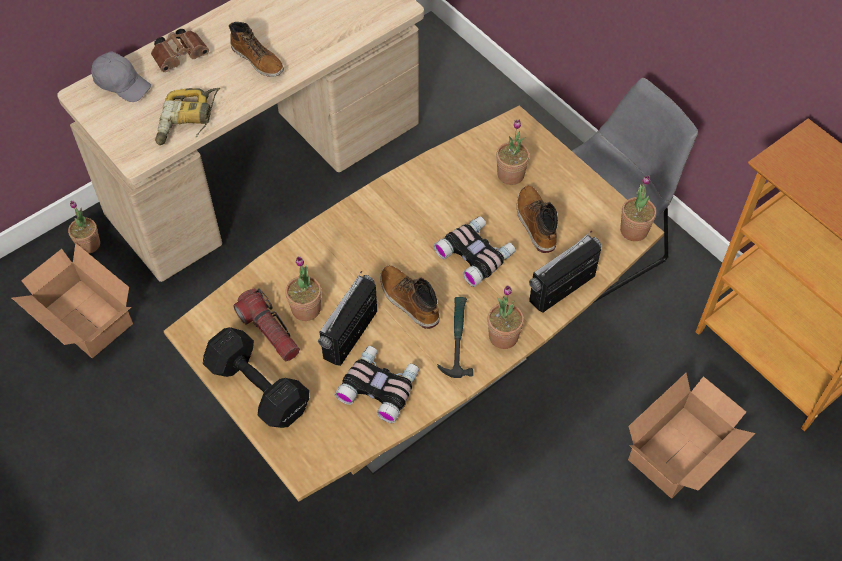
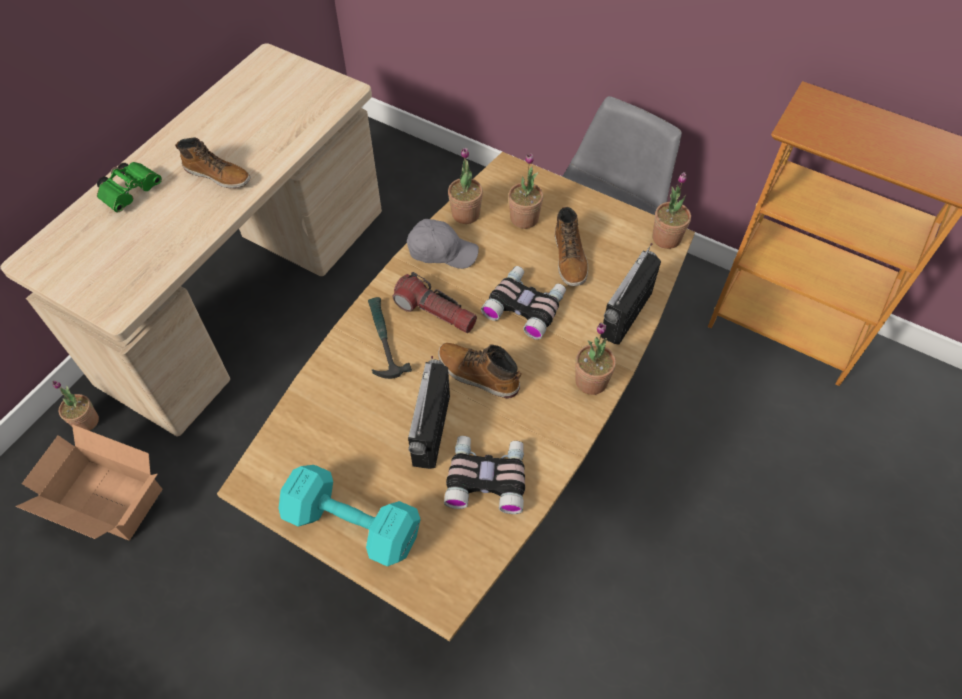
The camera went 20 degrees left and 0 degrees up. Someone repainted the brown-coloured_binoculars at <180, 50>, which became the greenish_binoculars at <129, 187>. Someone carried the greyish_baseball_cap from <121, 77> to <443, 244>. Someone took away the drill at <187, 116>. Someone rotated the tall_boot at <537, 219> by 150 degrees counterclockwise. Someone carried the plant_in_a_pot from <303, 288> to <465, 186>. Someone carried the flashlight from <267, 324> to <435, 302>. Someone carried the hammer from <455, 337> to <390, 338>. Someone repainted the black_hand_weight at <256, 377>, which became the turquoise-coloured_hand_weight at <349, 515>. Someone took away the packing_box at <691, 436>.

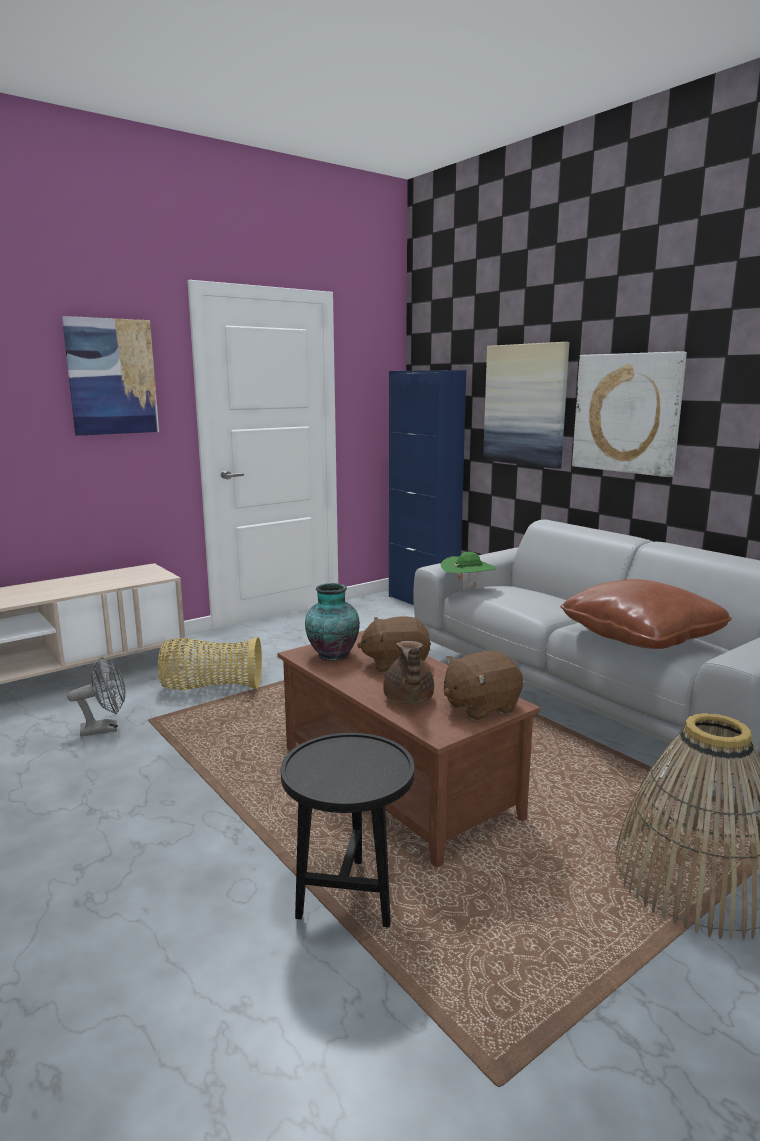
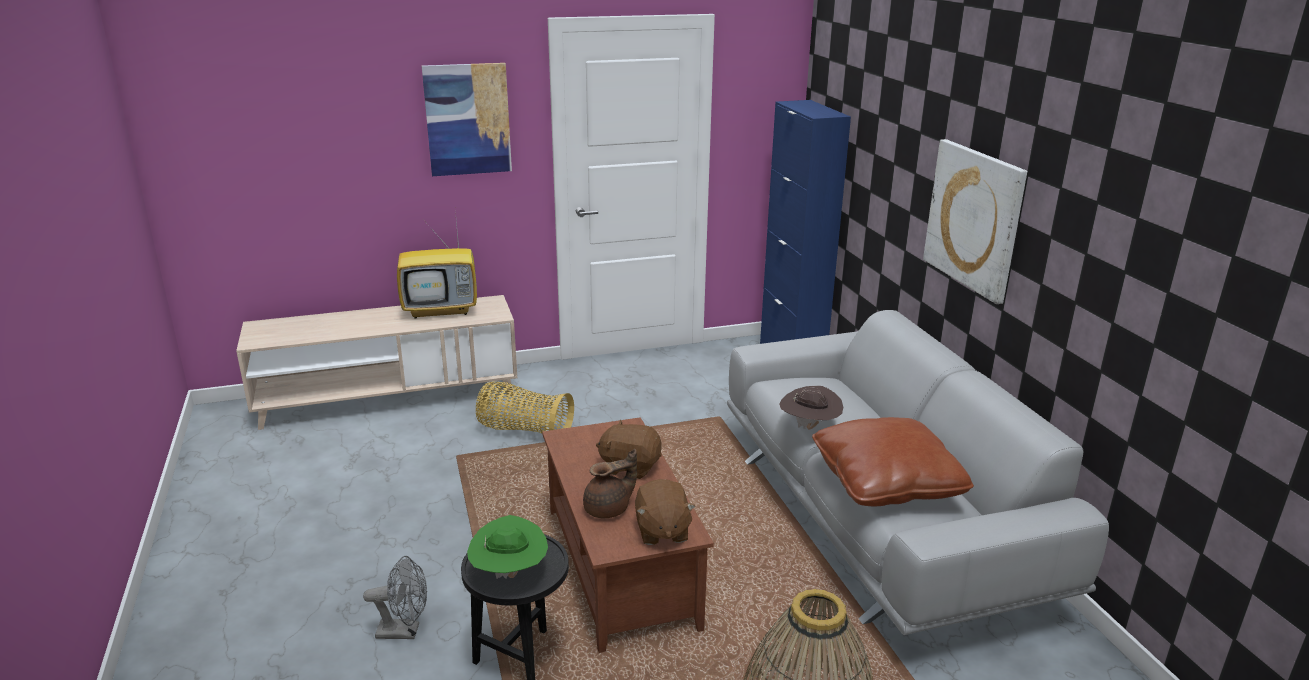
The camera went 20 degrees right and 10 degrees up. Someone took away the wall_picture at <526, 405>. Someone carried the greenish_hat from <469, 571> to <507, 547>. Someone took away the vase at <332, 622>. Someone rotated the brown-coloured_teapot at <408, 672> by 135 degrees counterclockwise. Someone rotated the brown-coloured_plush_toy at <483, 686> by 90 degrees counterclockwise. Someone carried the greyish_cooling_fan from <96, 696> to <395, 597>. Someone put down the TV_set at <437, 265>. Someone put down the brown-coloured_hat at <811, 408>.

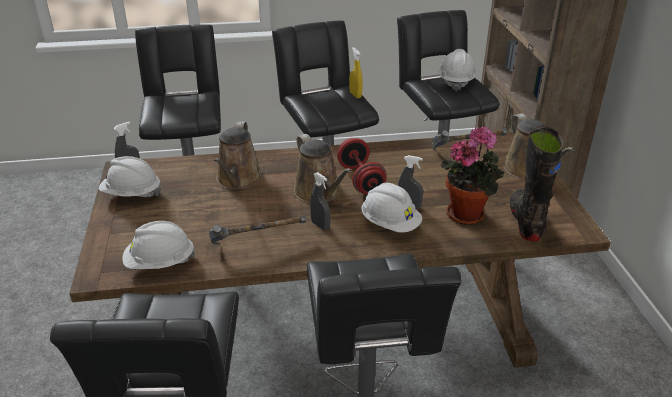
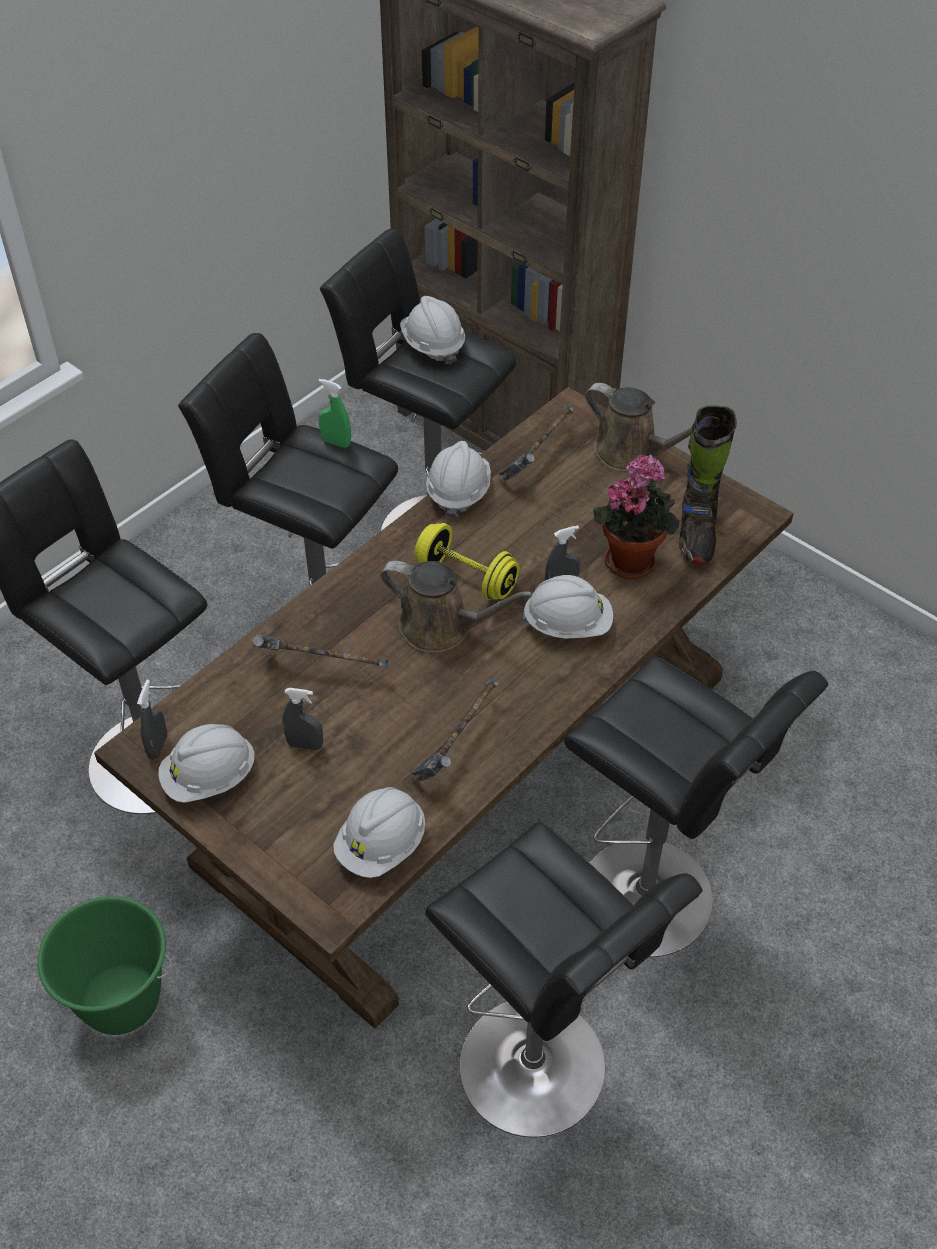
The camera went 40 degrees left and 15 degrees up. Someone repainted the yellow-coloured_hand_sprayer at <355, 72>, which became the greenish_hand_sprayer at <334, 413>. Someone swapped the brown-coloured_sprinkling_can at <238, 156> for the hammer at <321, 651>. Someone rotated the black_tall_boot at <537, 184> by 135 degrees counterclockwise. Someone repainted the red-coloured_hand_weight at <362, 166>, which became the yellow-coloured_hand_weight at <467, 561>. Someone carried the greyish_hand_sprayer from <320, 201> to <302, 719>. Someone put down the whitish_safety_helmet at <458, 479>. Someone put down the greenish_bucket at <105, 965>.

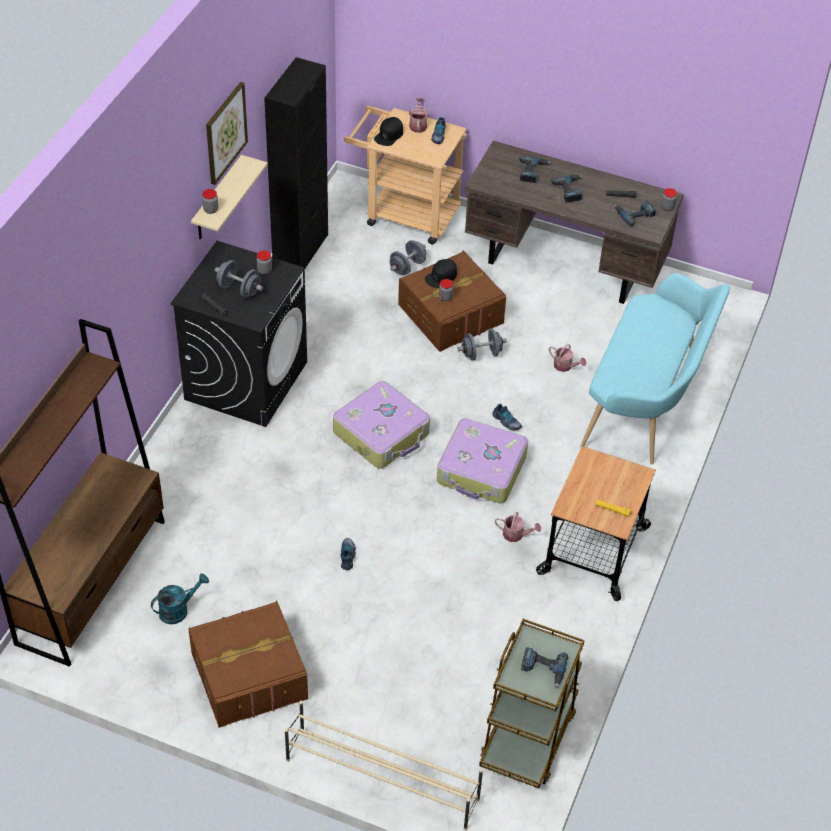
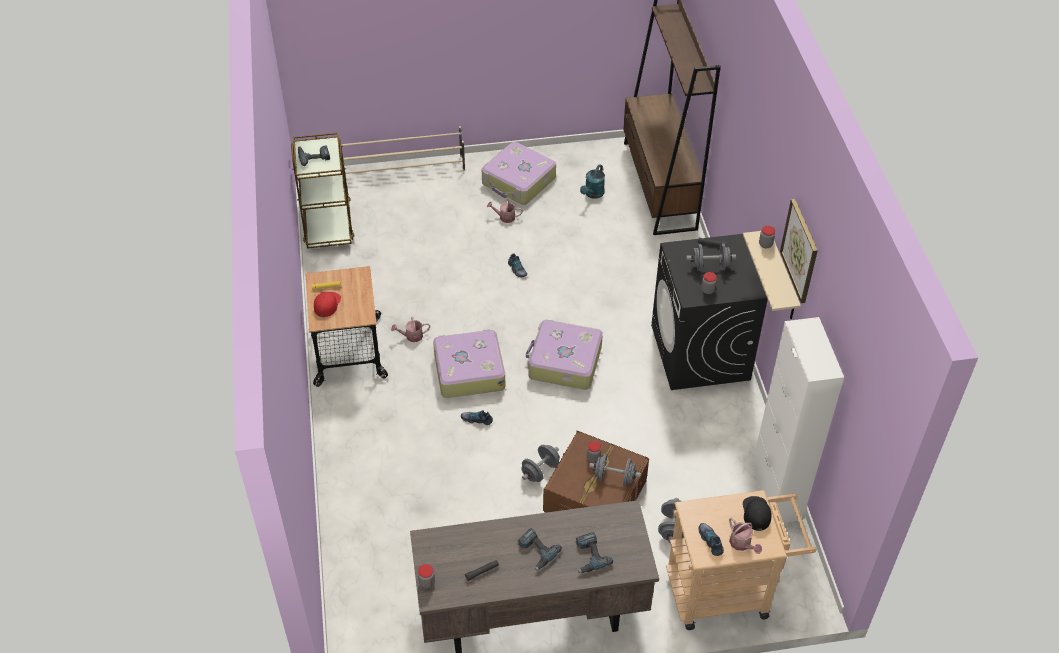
The camera went 150 degrees right and 0 degrees up. Someone repainted the black_storage_cabinet at <296, 163>, which became the whitish_storage_cabinet at <798, 420>. Someone took away the drill at <635, 213>. Someone swapped the black_baseball_cap at <441, 273> for the greyish_hand_weight at <615, 470>. Someone took away the turquoise-coloured_long_seat at <655, 369>. Someone carried the sprinkling_can from <567, 358> to <505, 211>. Someone swapped the brown-coloured_storage_box at <248, 664> for the suitcase at <519, 173>. Someone put down the red-coloured_baseball_cap at <327, 304>.

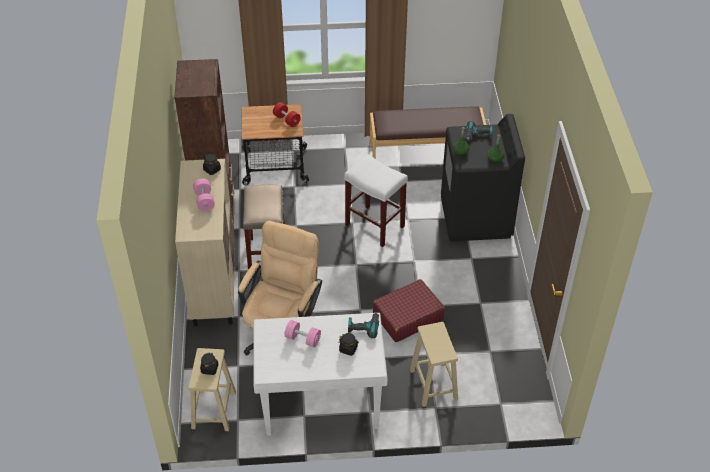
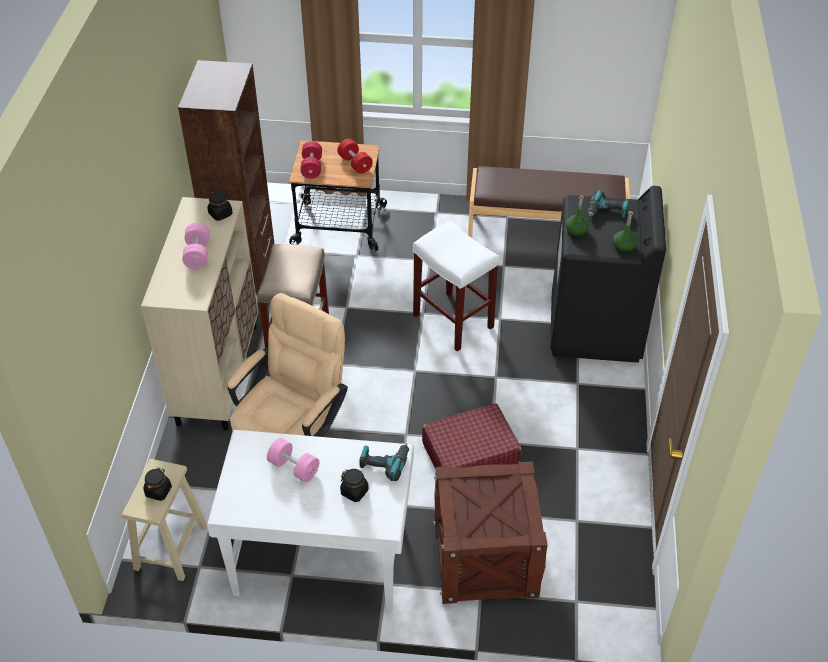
The camera went 10 degrees right and 0 degrees up. Someone swapped the sand-coloured_sitting_stool at <434, 364> for the shipping_crate at <490, 532>. Someone put down the red-coloured_hand_weight at <311, 160>.

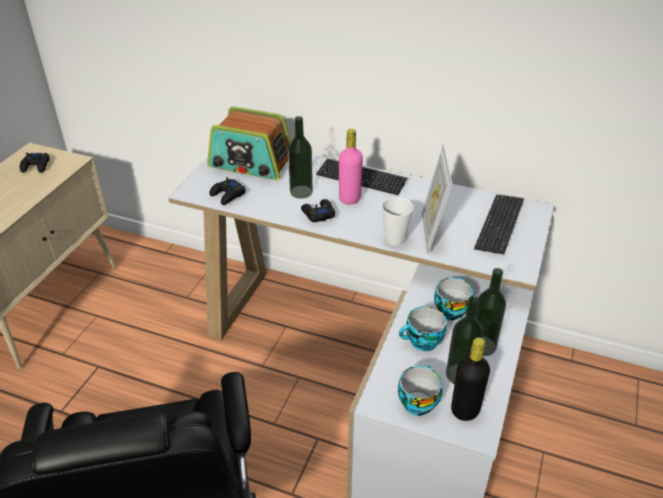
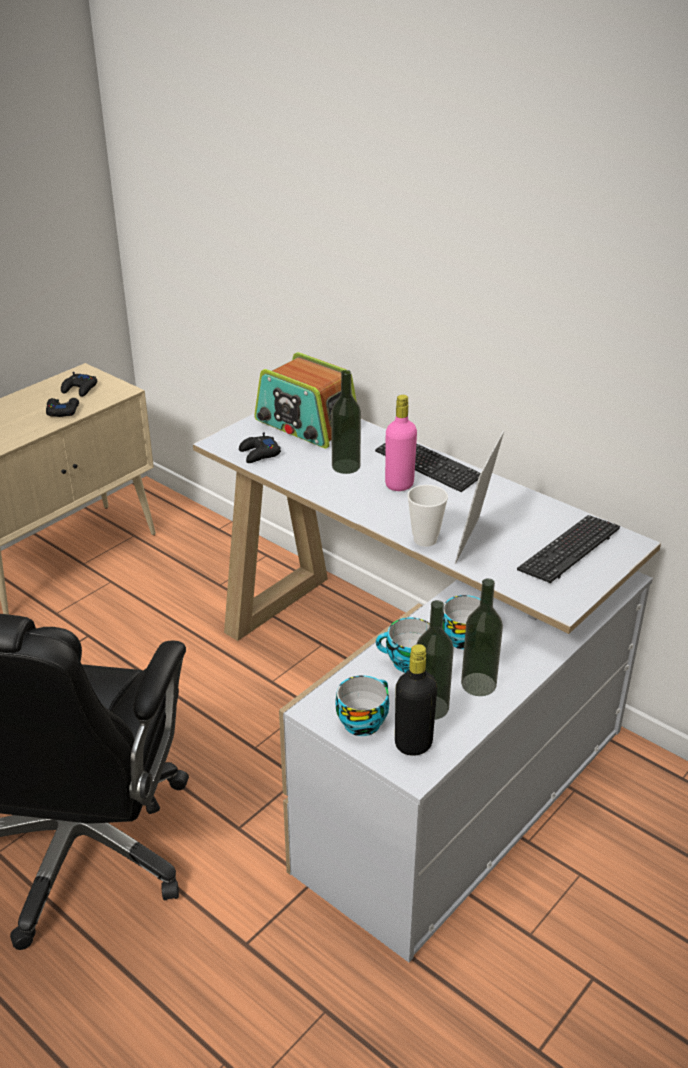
The camera went 20 degrees right and 5 degrees down. Someone carried the black_joypad from <318, 210> to <62, 407>.

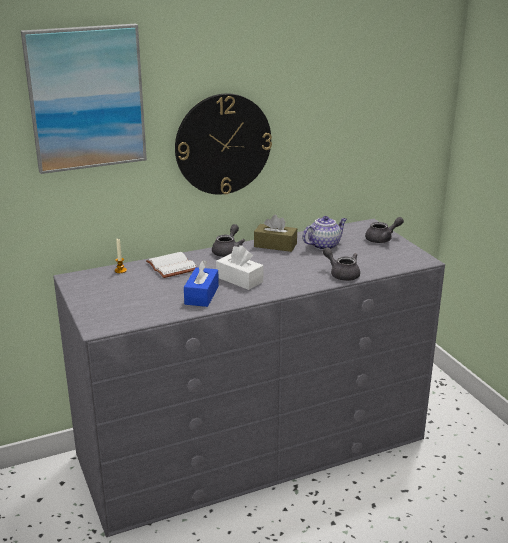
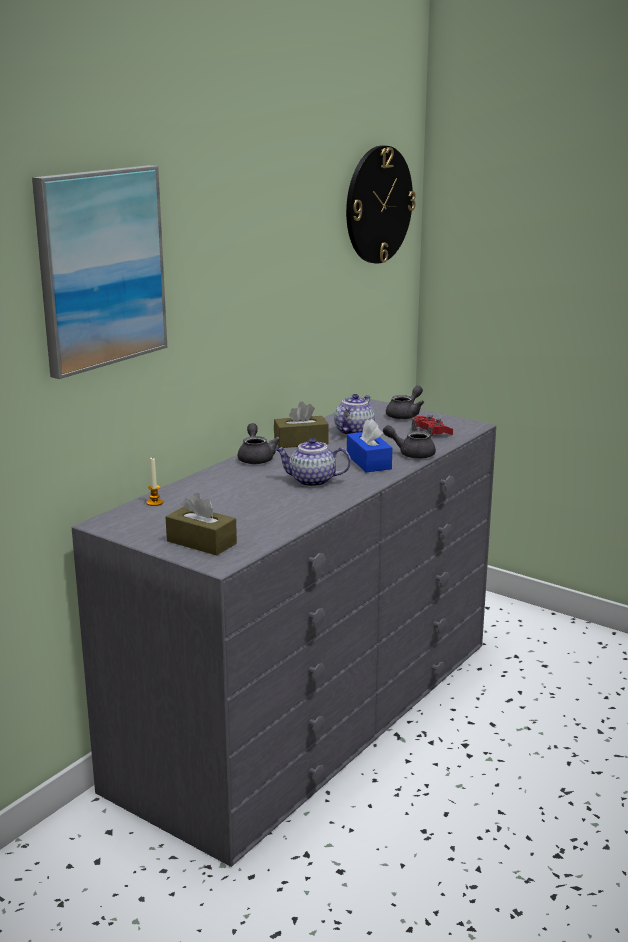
The camera went 30 degrees left and 5 degrees down. Someone carried the clock_on_the_wall from <223, 144> to <381, 205>. Someone swapped the whitish_box_of_tissues at <239, 267> for the teapot at <313, 462>. Someone took away the whitish_volume at <172, 265>. Someone carried the blue-coloured_box_of_tissues from <201, 283> to <369, 445>. Someone put down the red-coloured_joypad at <432, 426>. Someone put down the brown-coloured_box_of_tissues at <201, 524>.

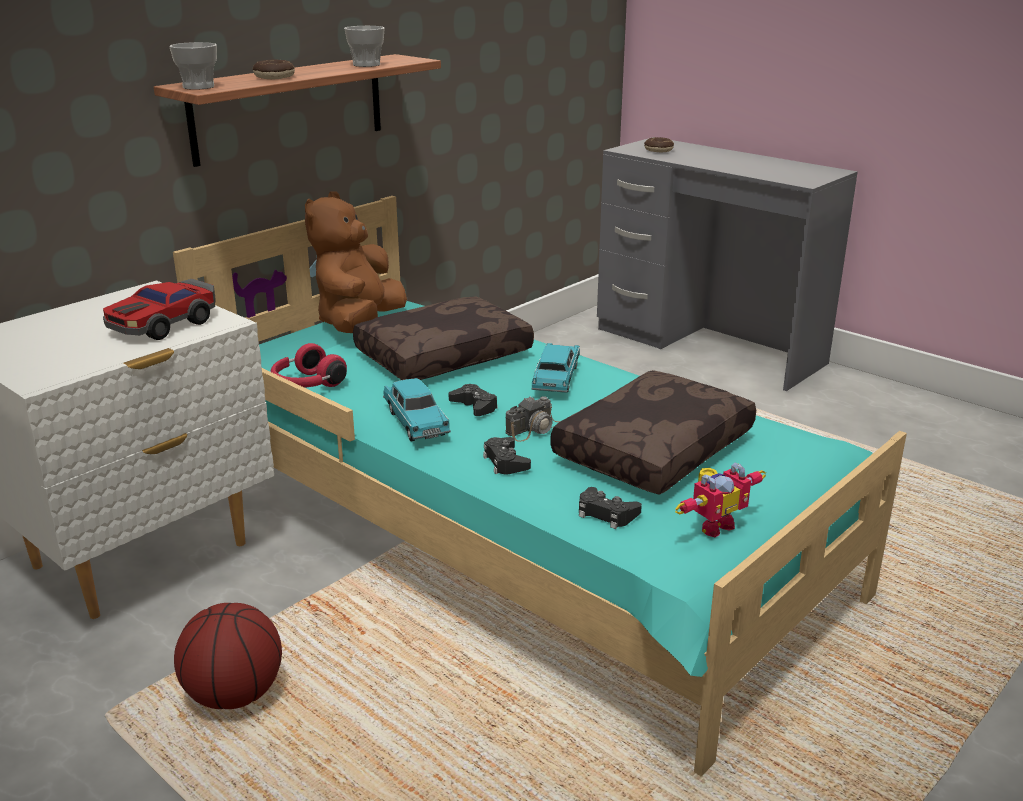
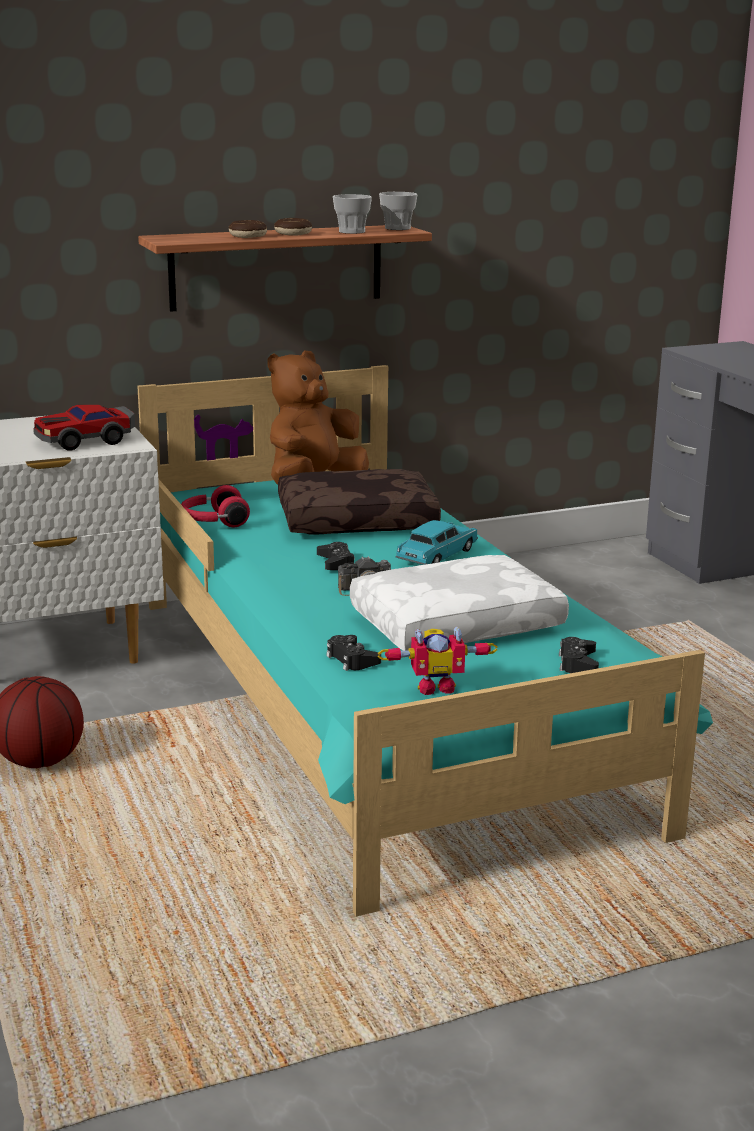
The camera went 25 degrees right and 5 degrees down. Someone carried the small_cup from <193, 66> to <398, 211>. Someone carried the doughnut from <659, 144> to <293, 227>. Someone repainted the brown-coloured_pillow at <653, 432>, which became the whitish_pillow at <459, 603>. Someone took away the turquoise-coloured_toy_car at <417, 409>. Someone carried the black_joypad from <507, 455> to <579, 655>.

